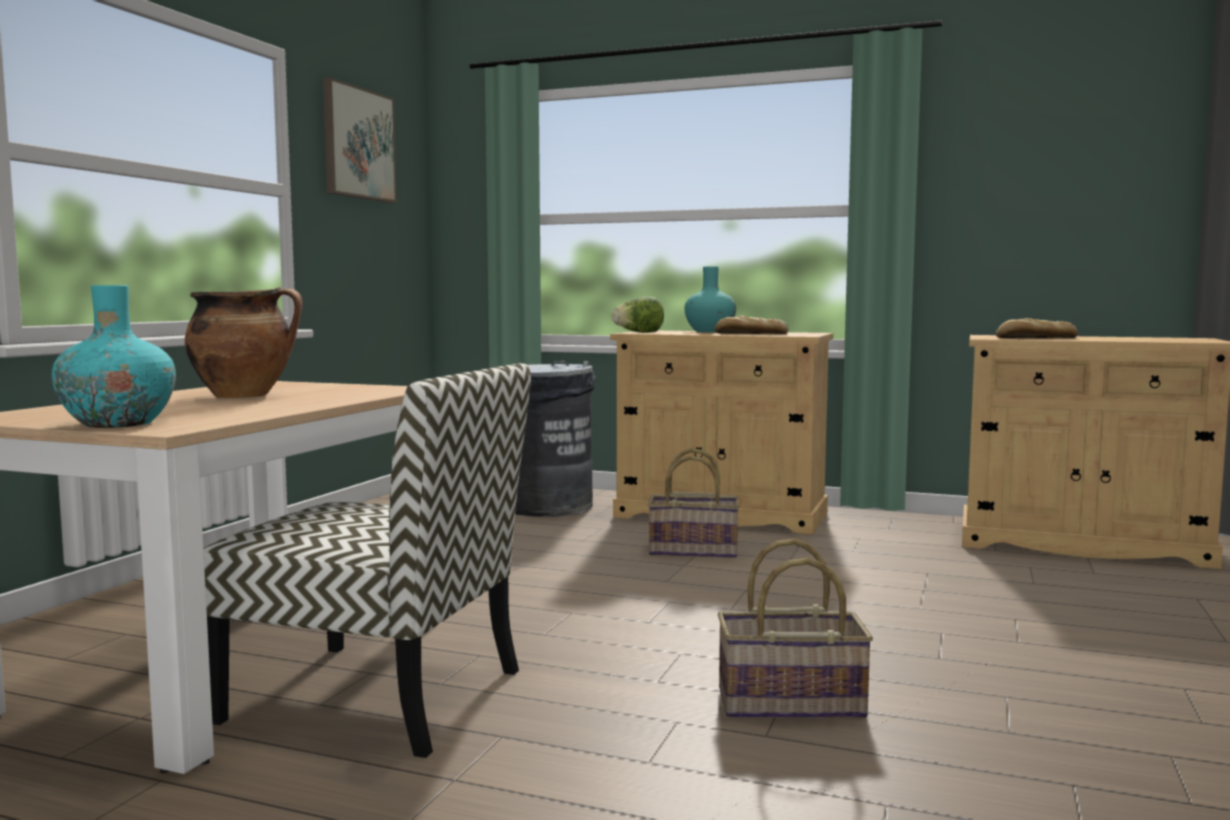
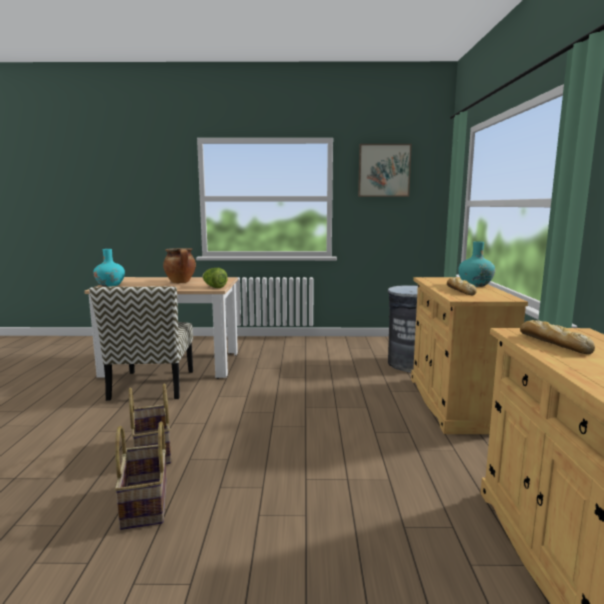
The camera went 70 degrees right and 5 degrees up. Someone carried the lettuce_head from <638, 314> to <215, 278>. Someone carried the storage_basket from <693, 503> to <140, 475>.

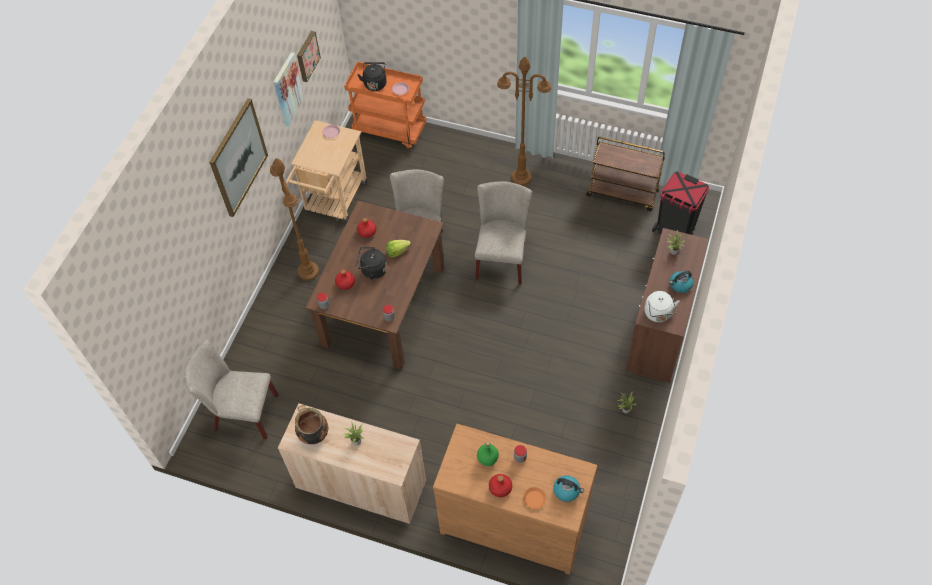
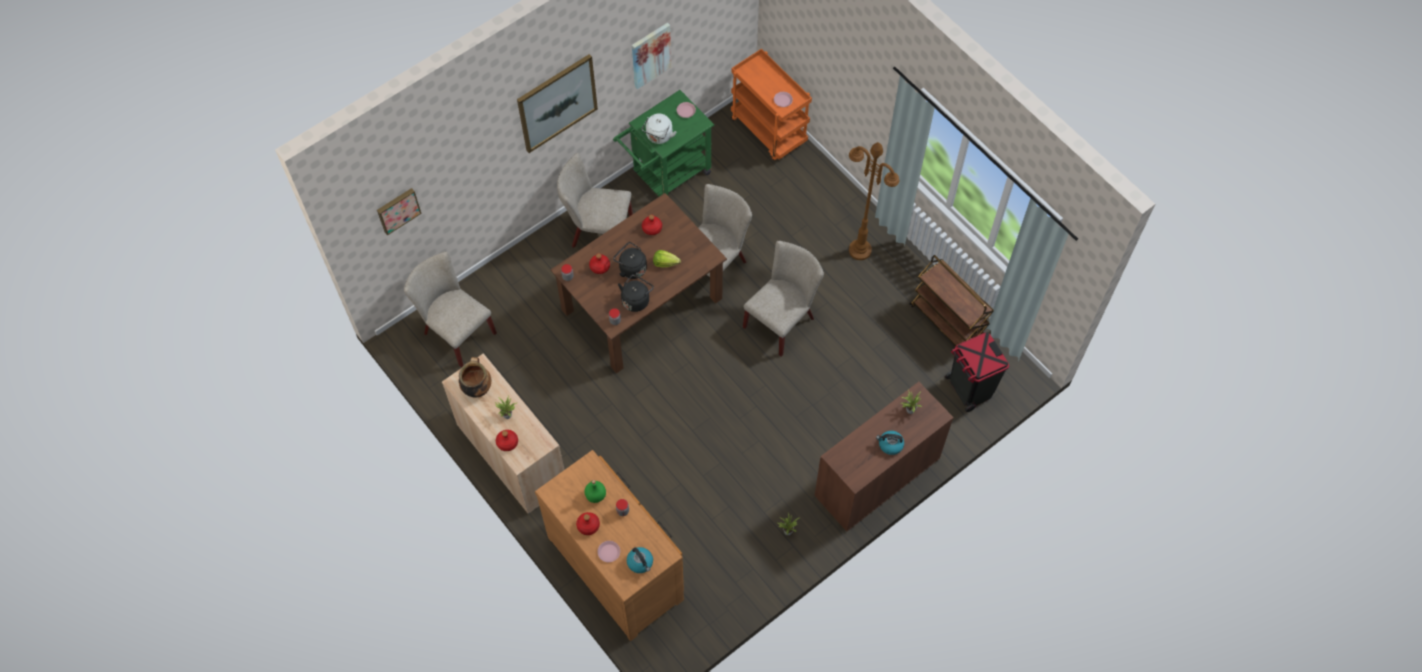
The camera went 30 degrees right and 5 degrees up. Someone carried the wall_picture from <309, 56> to <399, 211>. Someone carried the black_kettle from <372, 76> to <636, 293>. Someone repainted the sand-coloured_trolley at <326, 171>, which became the greenish_trolley at <663, 143>. Someone swapped the brown-coloured_standing_lamp at <294, 219> for the sand-coloured_upright_chair at <595, 200>. Someone carried the whitish_kettle from <662, 306> to <659, 128>. Someone repainted the orangey_flat_dish at <534, 498>, which became the pinkish_flat_dish at <609, 551>. Someone put down the red-coloured_drink_bottle at <507, 440>.

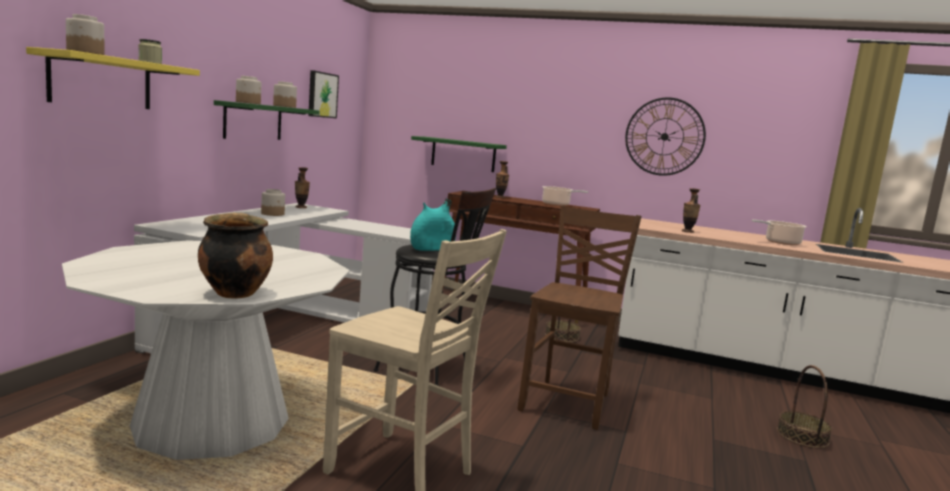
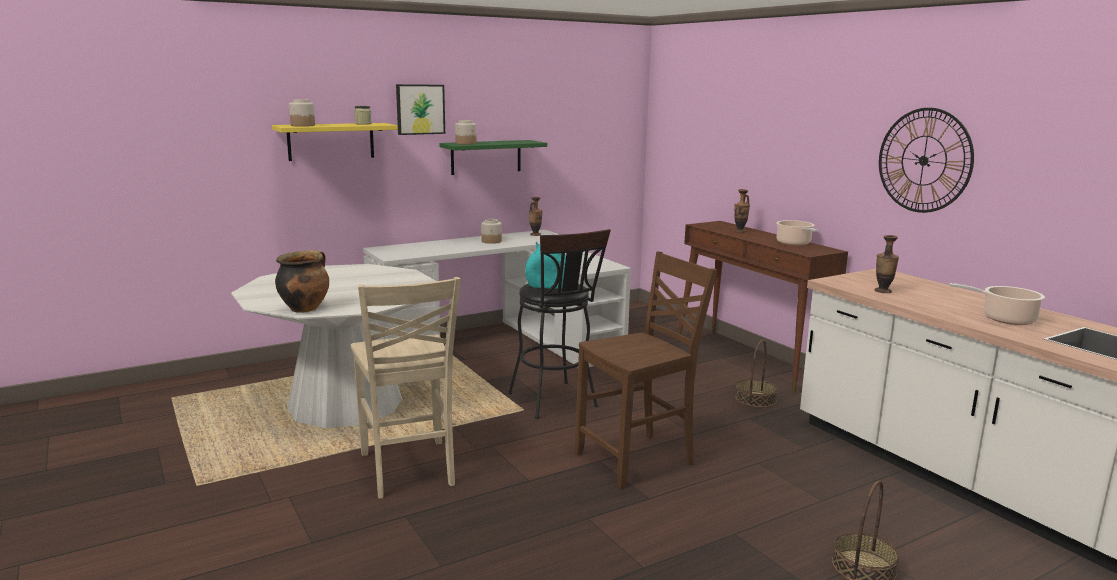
The camera went 40 degrees right and 5 degrees up. Someone carried the wall_picture from <323, 94> to <420, 109>. Someone took away the storage_jar at <285, 94>. Someone took away the greenish_bracket_shelf at <459, 154>.

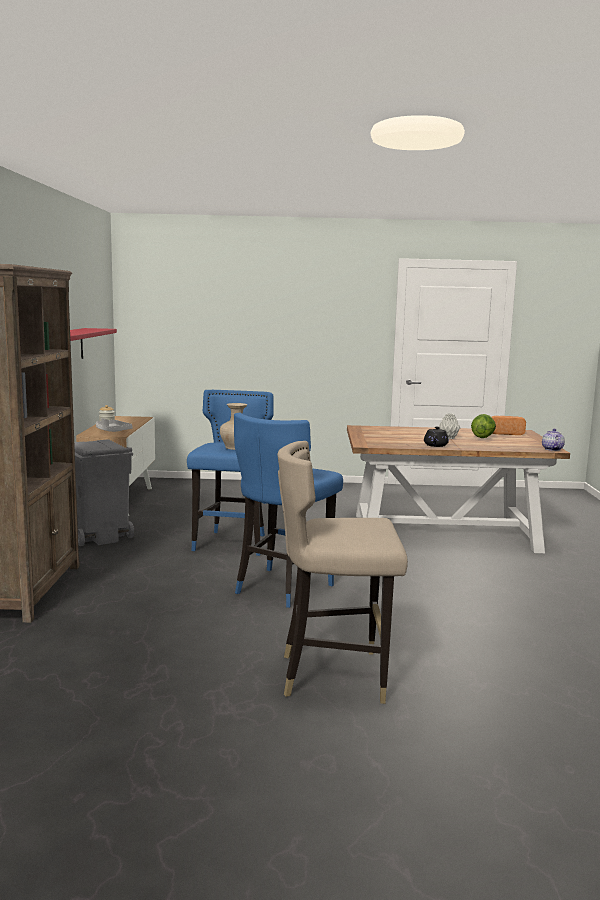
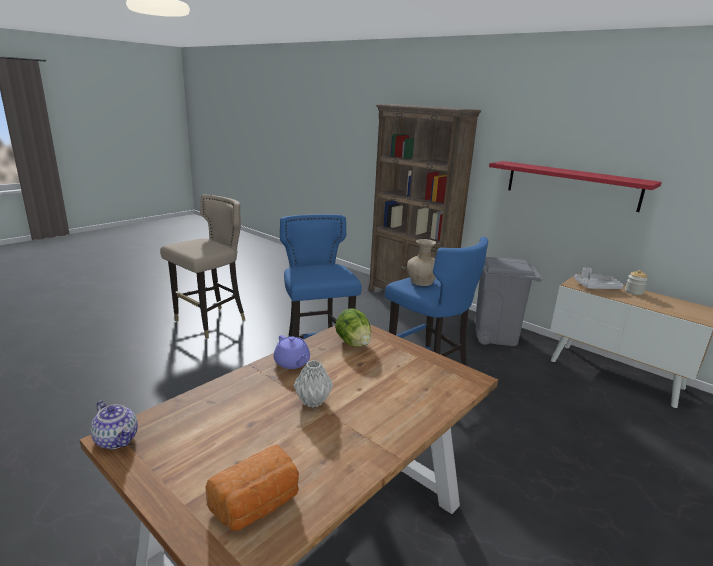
The camera went 130 degrees right and 10 degrees up. Someone carried the lettuce_head from <483, 426> to <353, 327>. Someone repainted the black_teapot at <436, 437>, which became the purplish_teapot at <291, 352>.

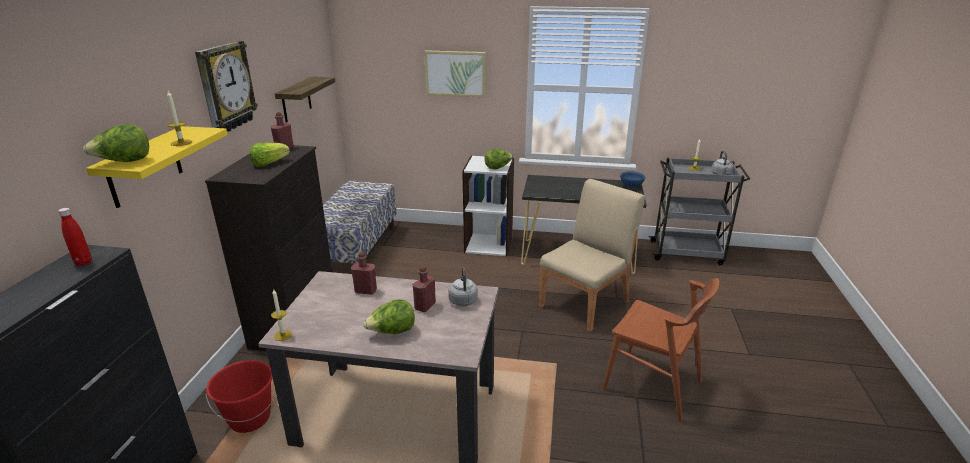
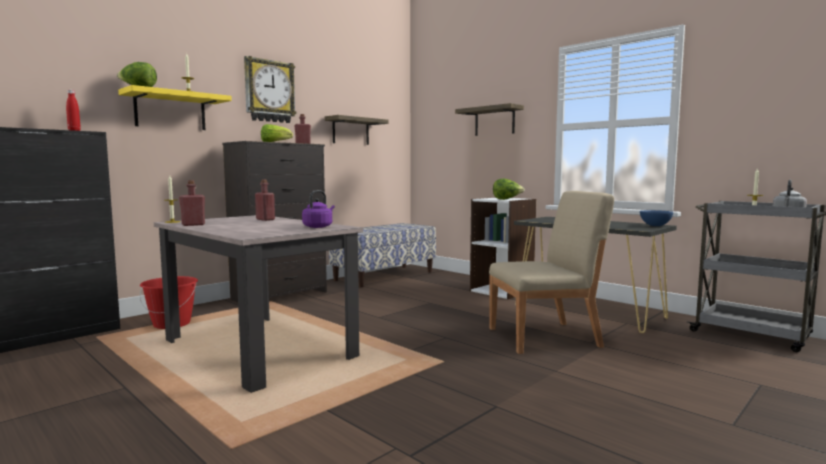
The camera went 35 degrees right and 20 degrees down. Someone swapped the wall_picture at <455, 73> for the bracket_shelf at <489, 119>. Someone carried the red-coloured_drink_bottle from <424, 289> to <192, 203>. Someone repainted the greyish_kettle at <463, 286>, which became the purplish_kettle at <318, 209>. Someone took away the brown-coloured_upright_chair at <661, 350>. Someone took away the lettuce_head at <389, 317>.

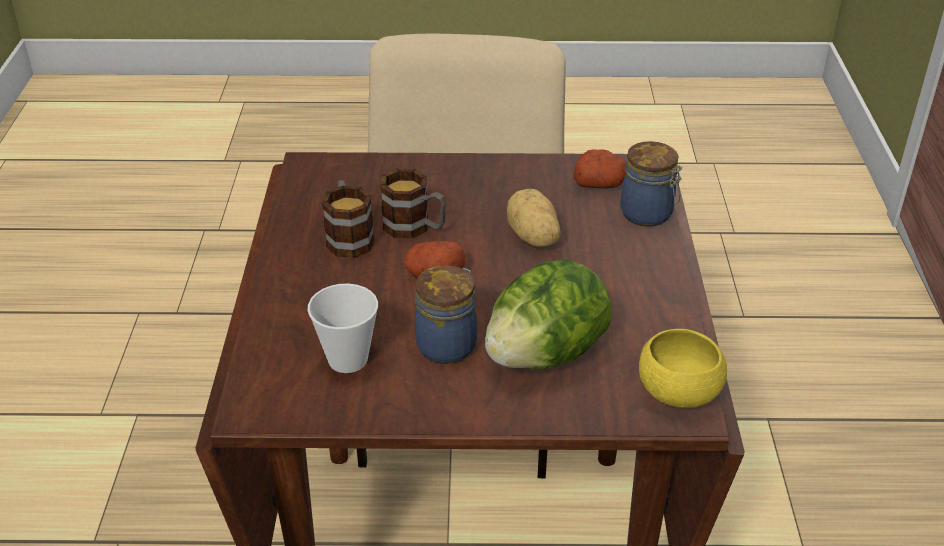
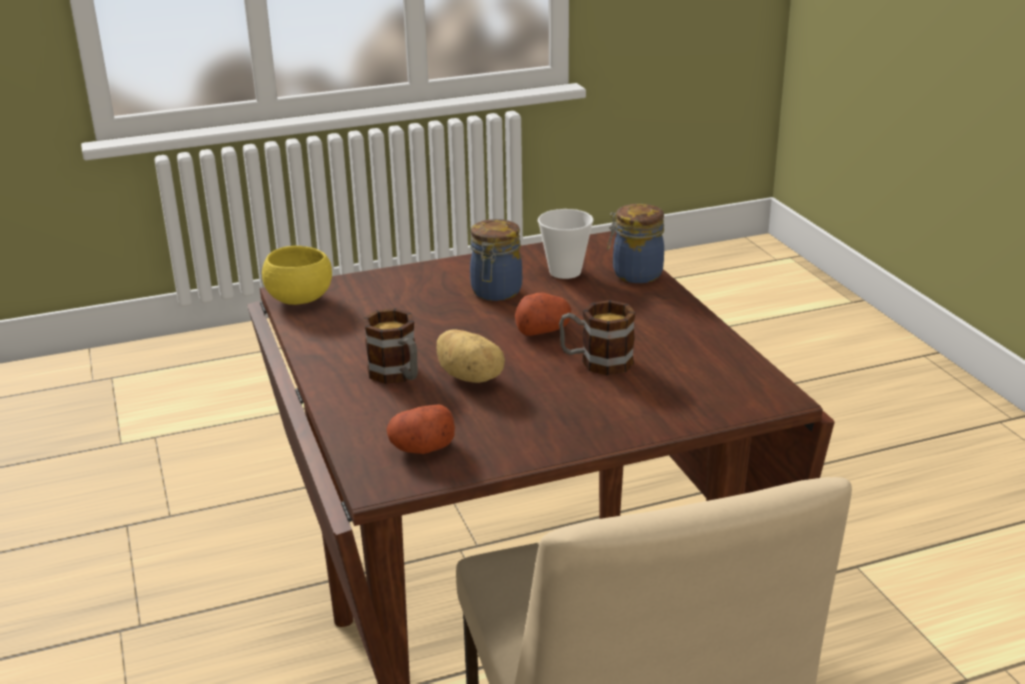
The camera went 160 degrees right and 10 degrees down. Someone carried the storage_jar from <651, 184> to <635, 243>. Someone carried the mug from <348, 219> to <390, 346>. Someone took away the lettuce_head at <548, 314>.

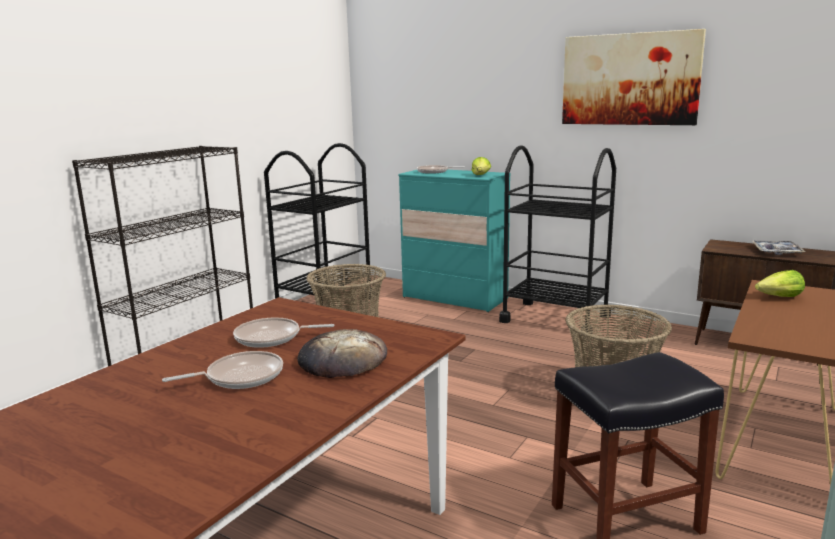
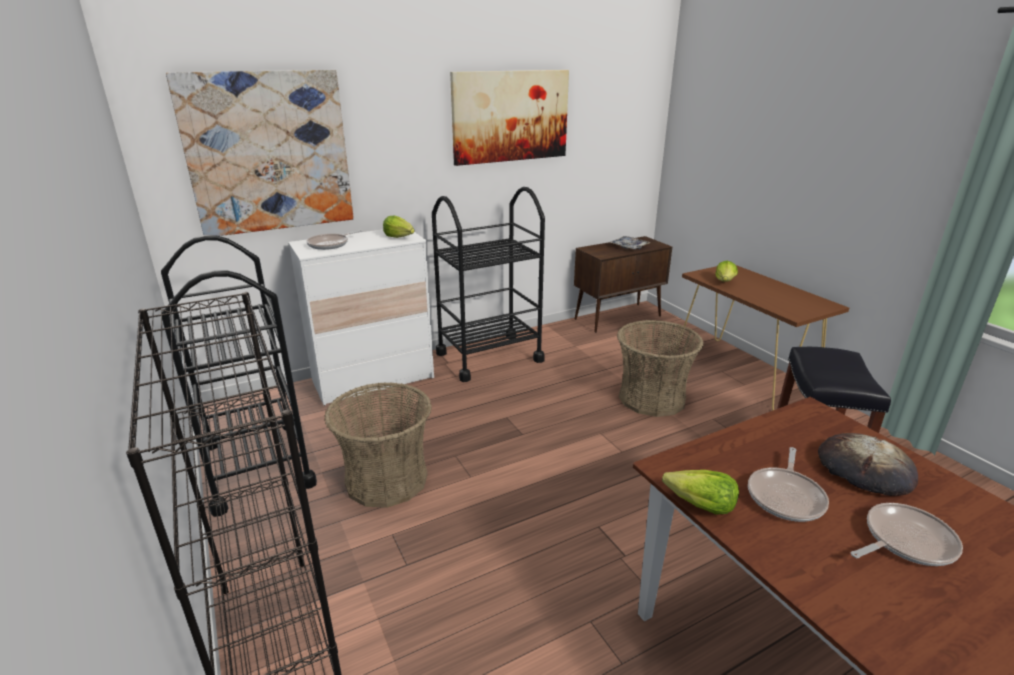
The camera went 60 degrees left and 10 degrees up. Someone repainted the turquoise-coloured_chest_of_drawers at <454, 241>, which became the whitish_chest_of_drawers at <361, 317>. Someone rotated the frying_pan at <222, 370> by 60 degrees clockwise. Someone put up the wall_picture at <260, 153>. Someone put down the lettuce_head at <700, 492>.

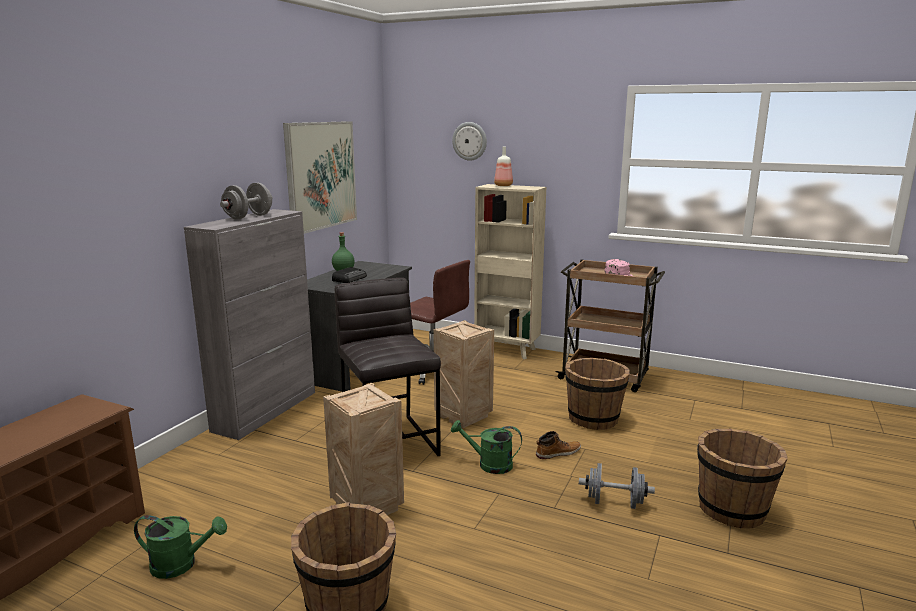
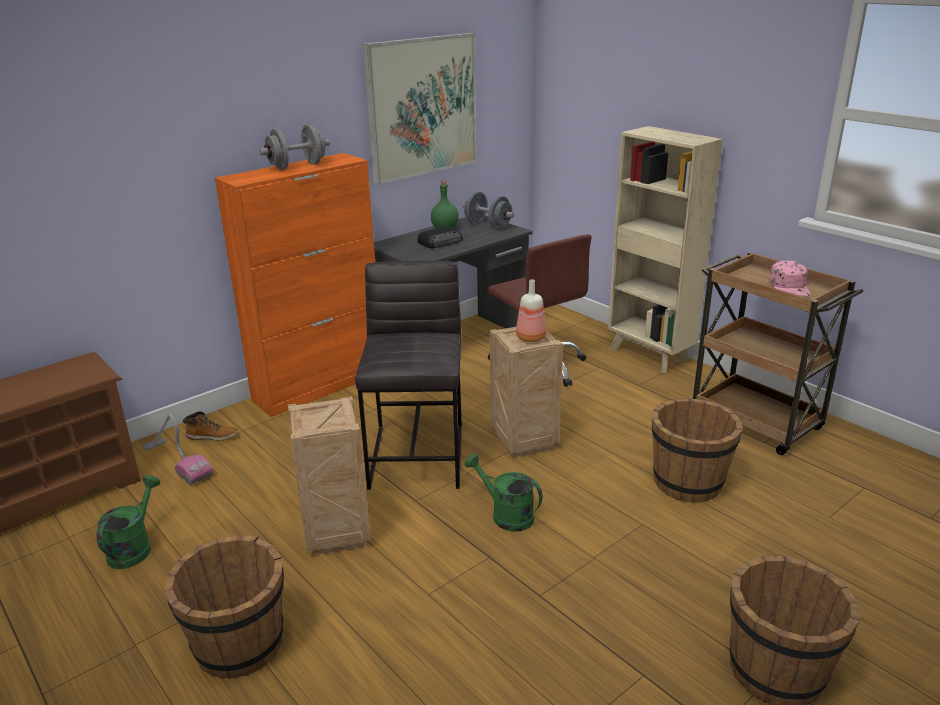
The camera went 25 degrees right and 10 degrees up. Someone took away the clock_on_the_wall at <469, 141>. Someone carried the drink_bottle from <503, 166> to <531, 310>. Someone repainted the greyish_storage_cabinet at <249, 324>, which became the orangey_storage_cabinet at <295, 285>. Someone carried the tall_boot from <558, 445> to <210, 426>. Someone carried the greyish_hand_weight from <617, 486> to <488, 210>. Someone rotated the greenish_sprinkling_can at <180, 547> by 105 degrees counterclockwise. Someone put down the vacuum_cleaner at <177, 449>.

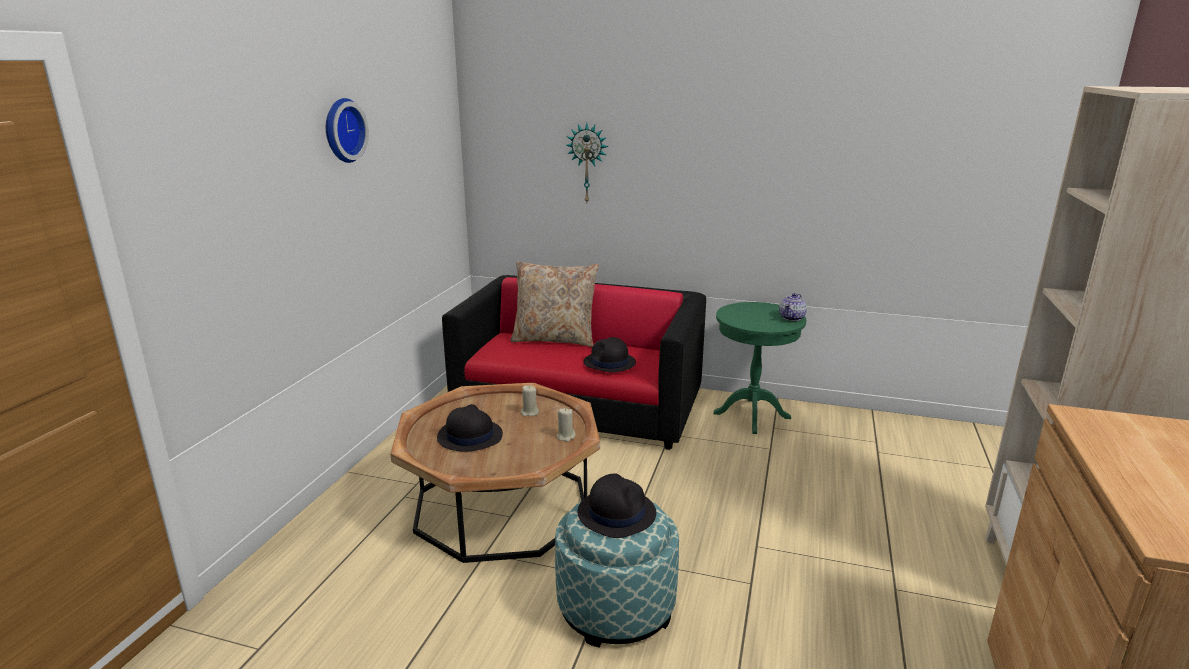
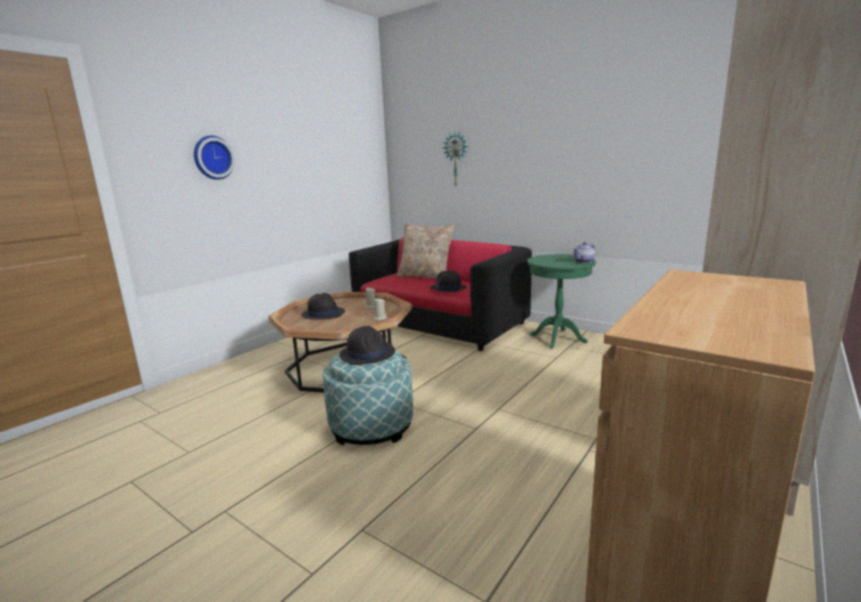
The camera went 20 degrees right and 5 degrees down. Someone carried the clock_on_the_wall from <347, 130> to <214, 158>.

